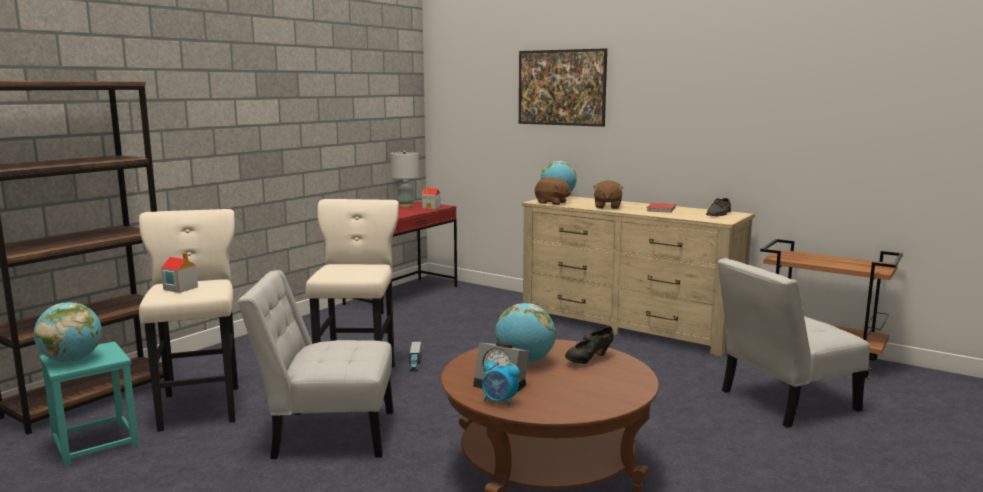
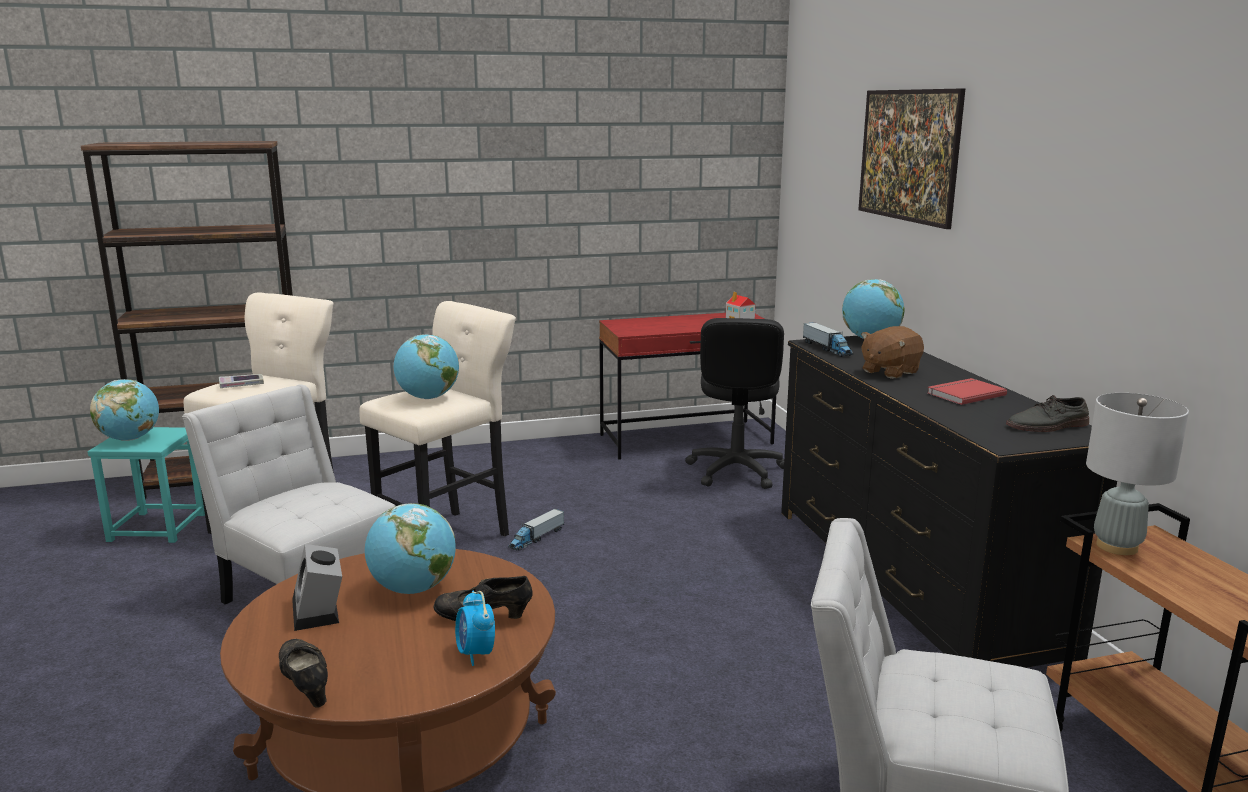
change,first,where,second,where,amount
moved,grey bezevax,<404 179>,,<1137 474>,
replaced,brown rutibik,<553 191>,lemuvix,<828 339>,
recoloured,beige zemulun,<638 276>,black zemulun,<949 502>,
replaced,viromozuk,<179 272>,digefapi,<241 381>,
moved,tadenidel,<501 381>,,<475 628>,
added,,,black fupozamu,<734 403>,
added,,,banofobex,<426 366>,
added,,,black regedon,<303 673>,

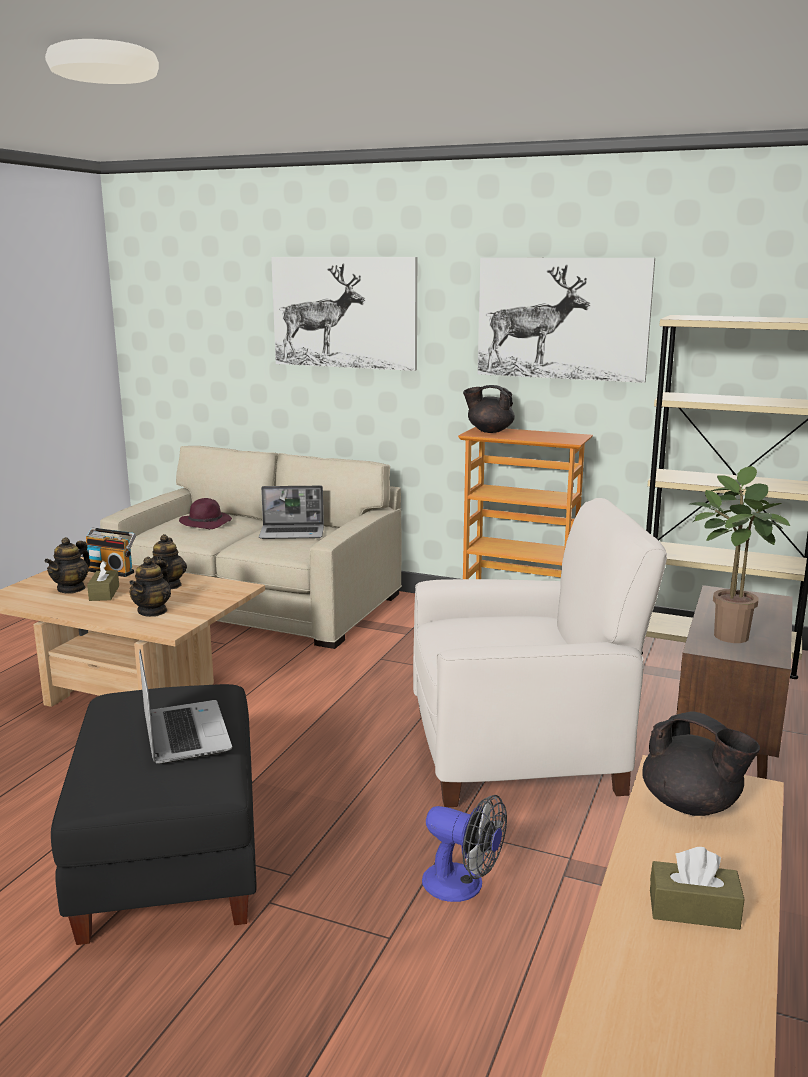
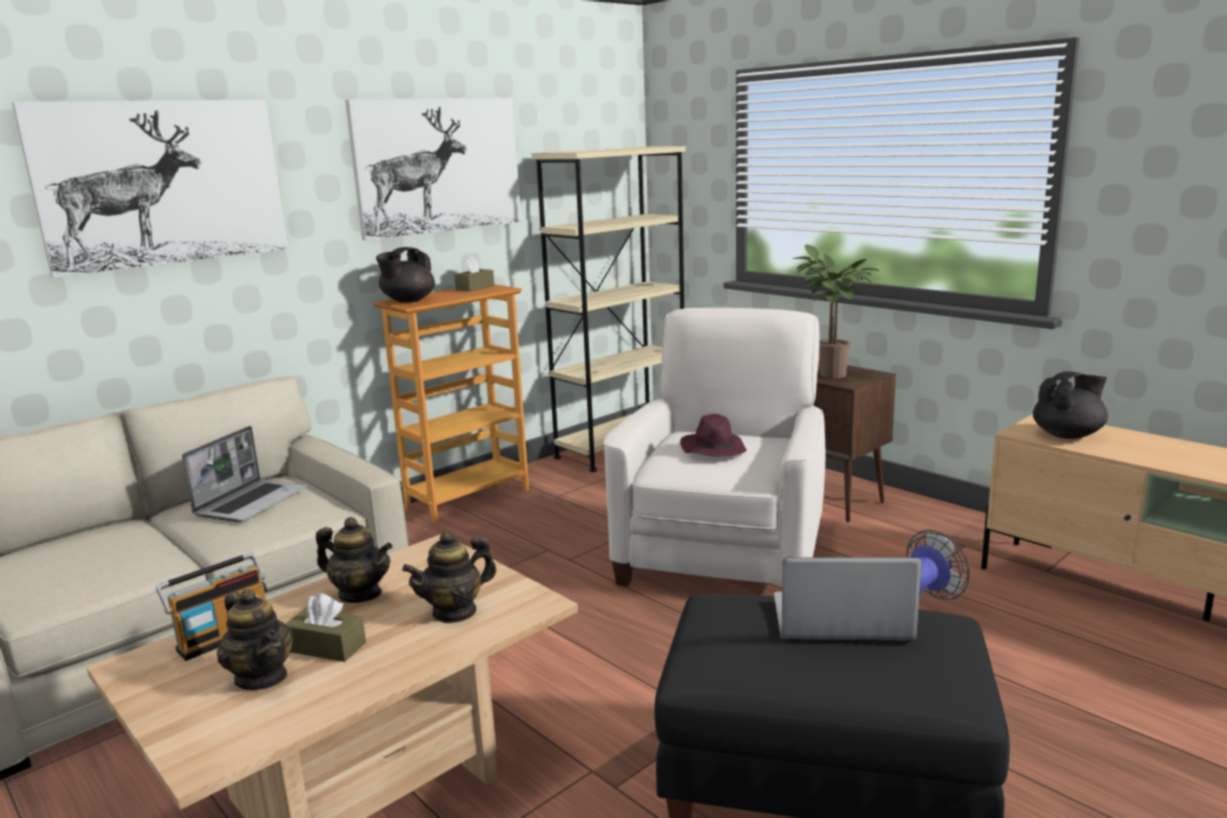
change,first,where,second,where,amount
moved,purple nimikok,<205 513>,,<713 435>,
turned,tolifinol,<150 587>,,<449 577>,105 degrees clockwise
moved,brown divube,<697 888>,,<474 273>,

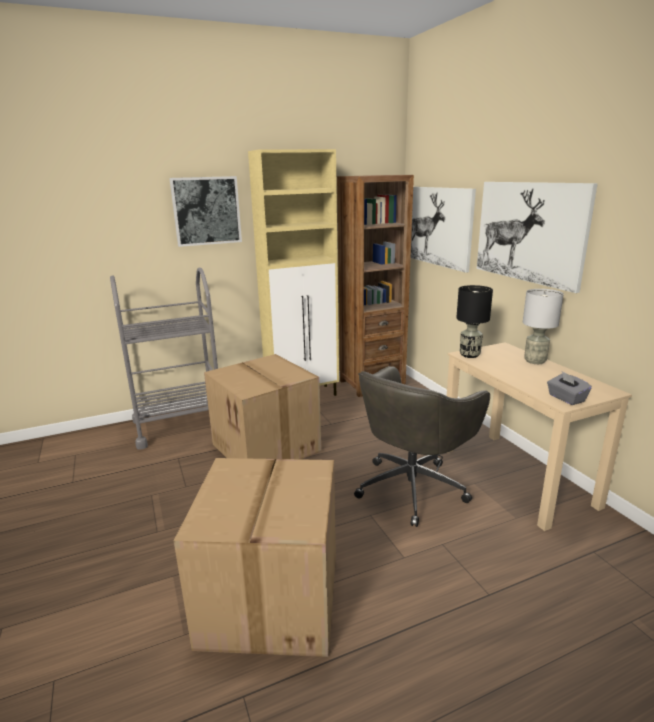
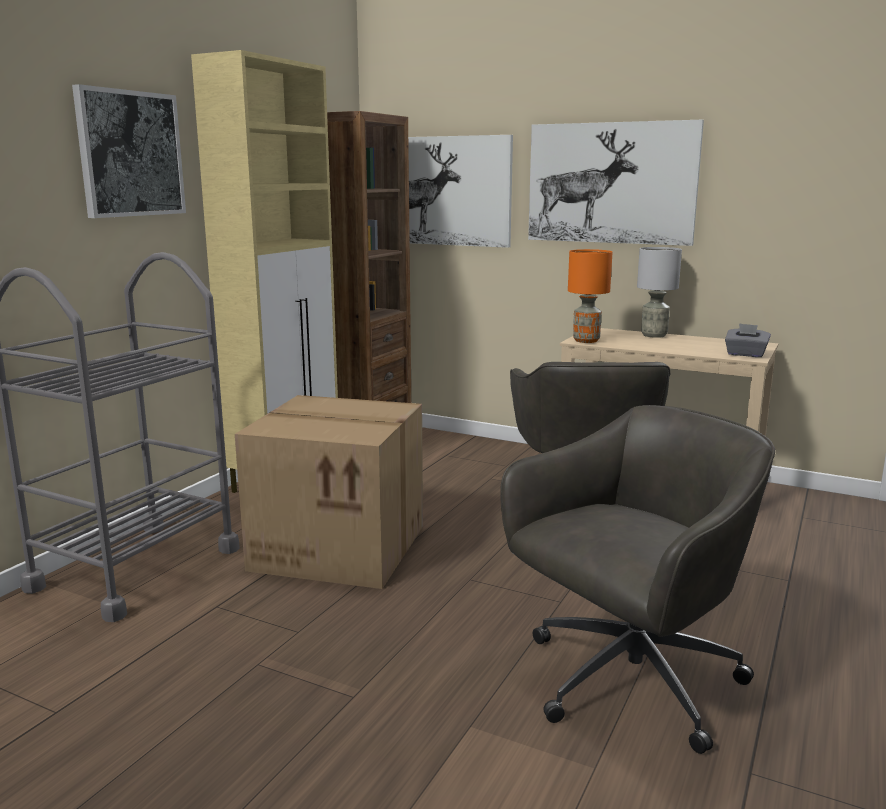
change,first,where,second,where,amount
recoloured,black bezevax,<474 321>,orange bezevax,<590 296>,
replaced,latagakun,<255 557>,grey fupozamu,<637 579>,

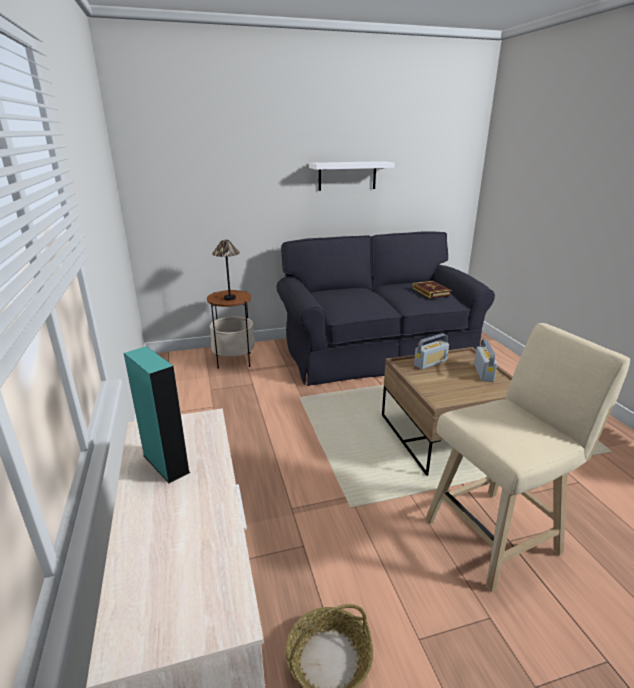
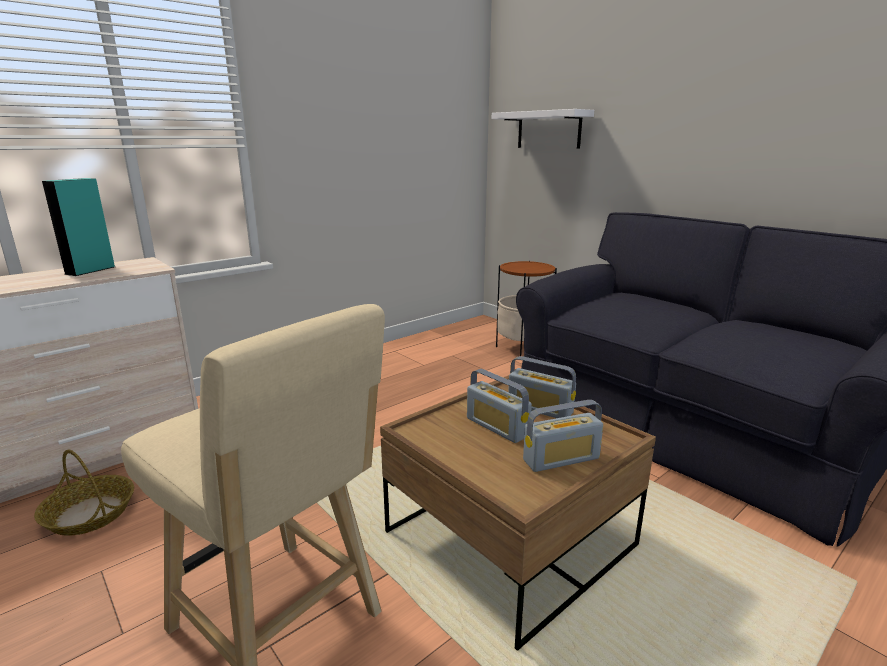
change,first,where,second,where,amount
moved,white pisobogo,<352 176>,,<543 129>,
removed,bezevax,<226 270>,,,
removed,digefapi,<432 290>,,,
added,,,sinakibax,<499 406>,

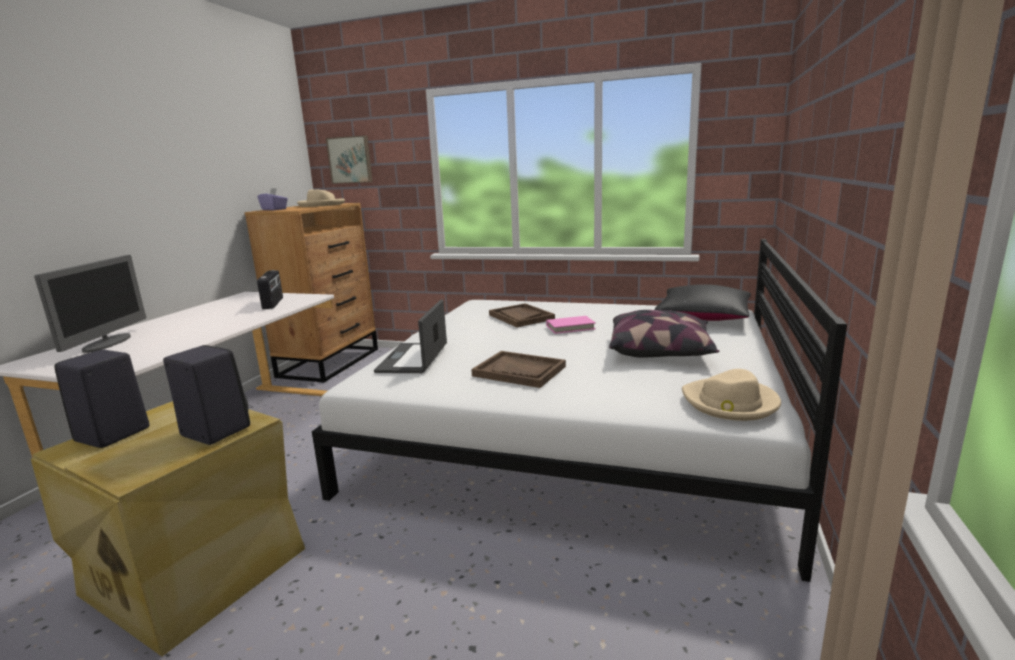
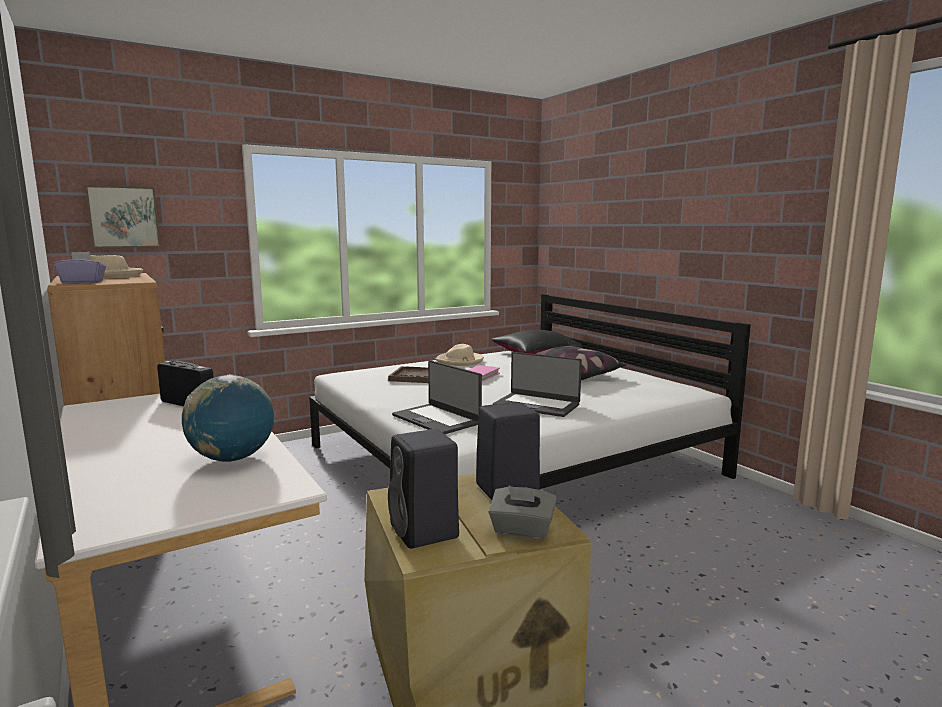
change,first,where,second,where,amount
removed,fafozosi,<90 304>,,,
replaced,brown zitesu,<518 369>,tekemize,<537 384>,
moved,beige nimikok,<731 395>,,<460 355>,
added,,,banofobex,<228 418>,
added,,,grey divube,<522 512>,

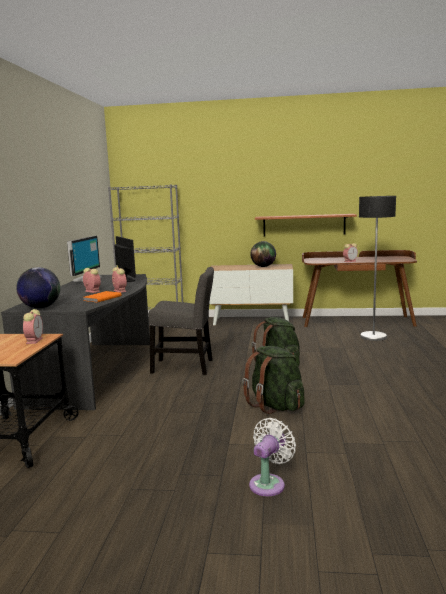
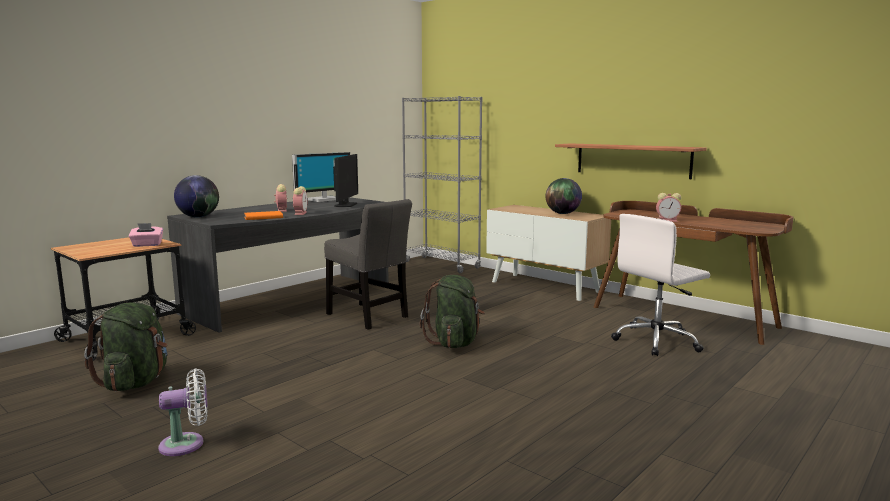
change,first,where,second,where,amount
replaced,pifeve,<377 268>,white fupozamu,<660 285>,
replaced,tadenidel,<33 326>,pink divube,<146 235>,
moved,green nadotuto,<273 380>,,<126 346>,

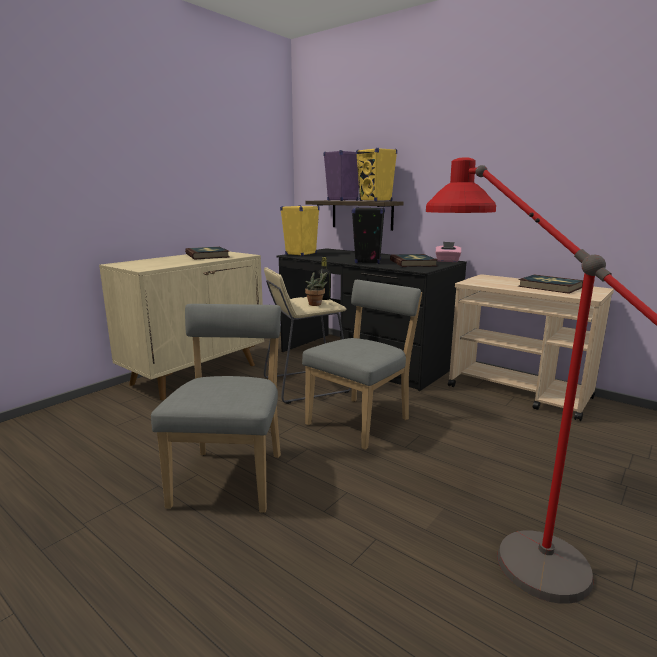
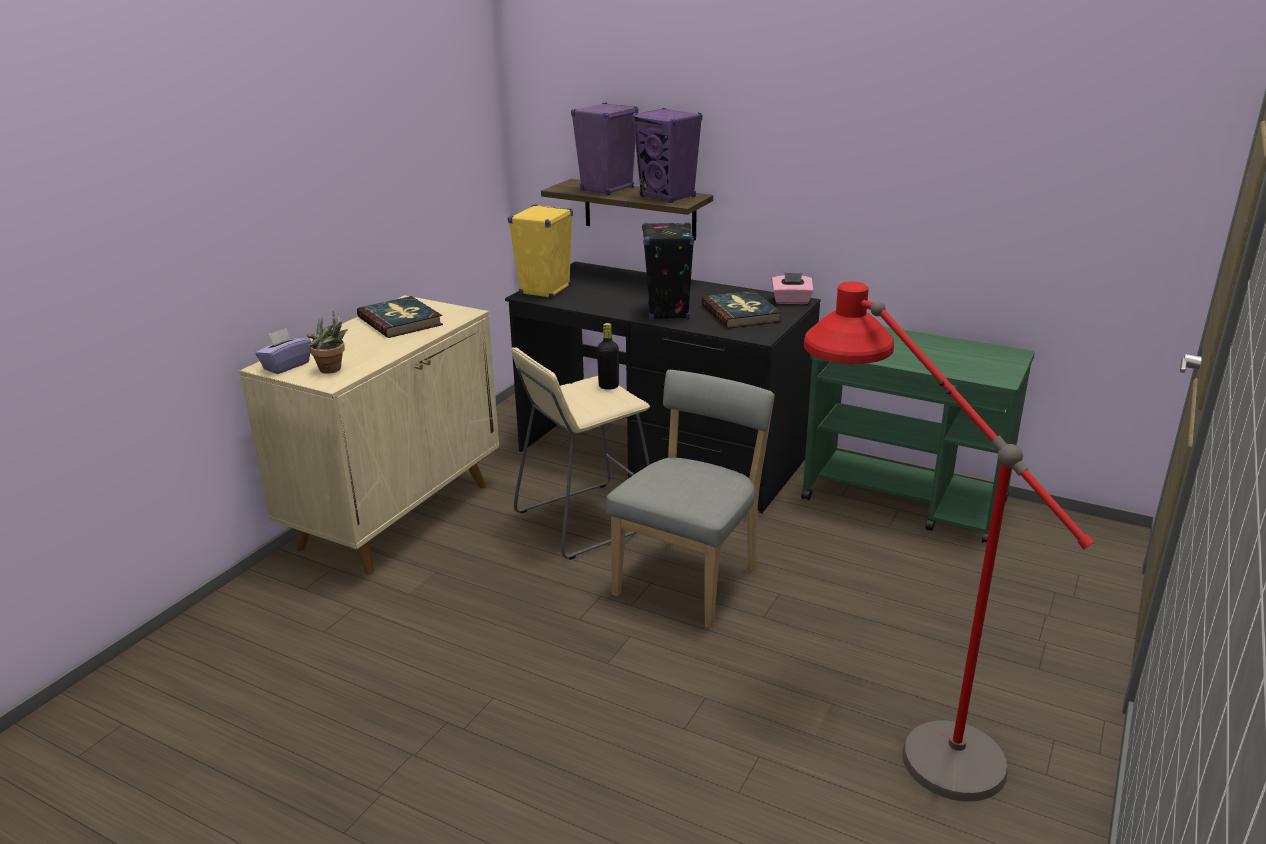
change,first,where,second,where,amount
recoloured,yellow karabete,<376 174>,purple karabete,<667 155>,
moved,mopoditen,<316 287>,,<327 342>,
recoloured,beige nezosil,<531 347>,green nezosil,<918 435>,
removed,digefapi,<550 284>,,,
removed,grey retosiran,<216 408>,,,
added,,,purple divube,<283 351>,

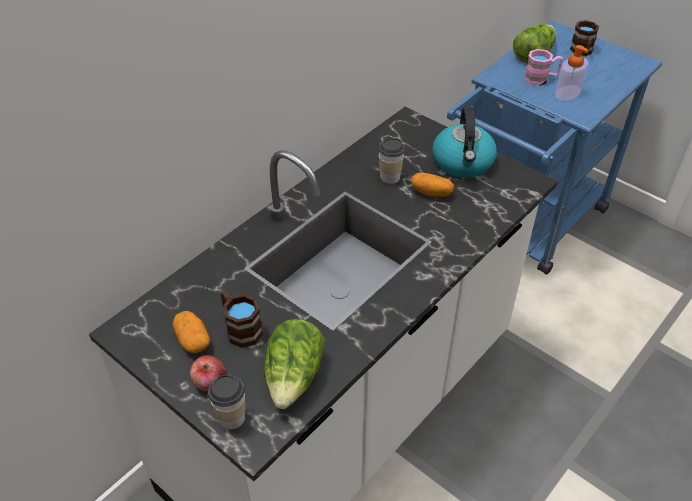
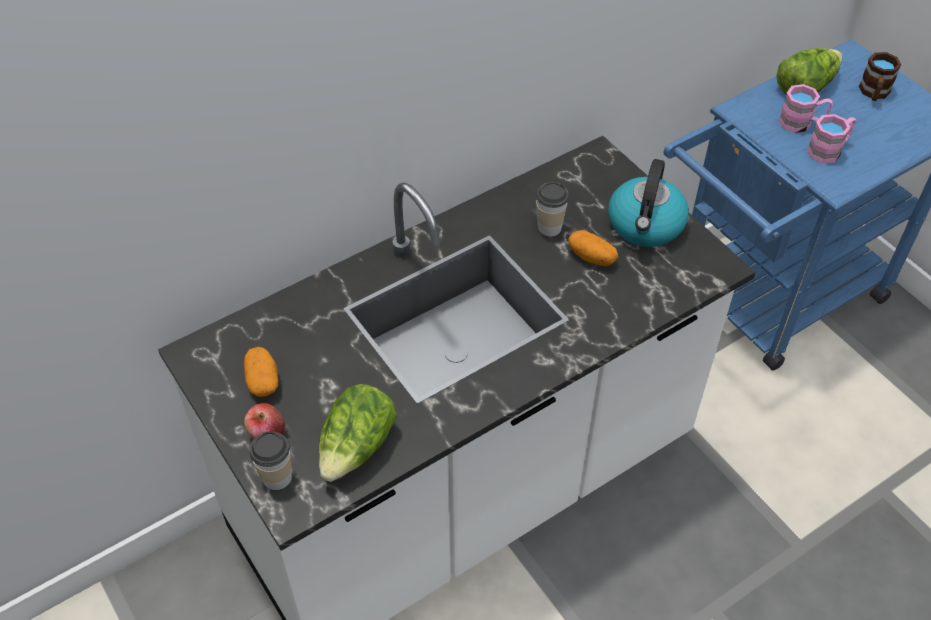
change,first,where,second,where,amount
replaced,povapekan,<571 73>,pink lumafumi,<831 139>,
removed,brown lumafumi,<242 319>,,,

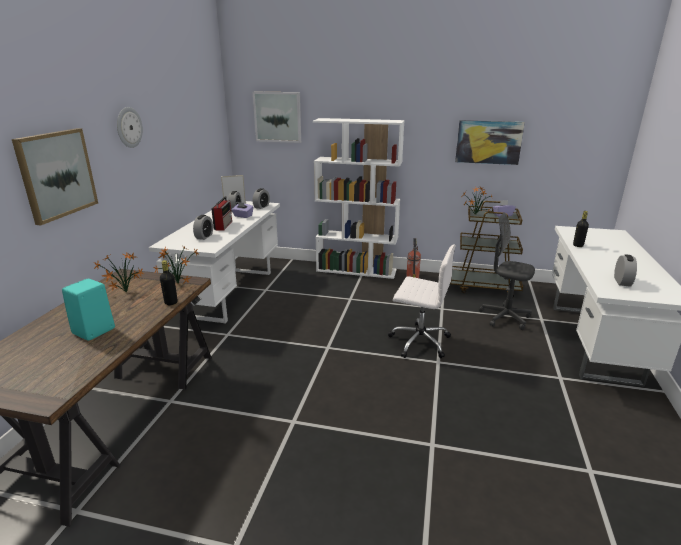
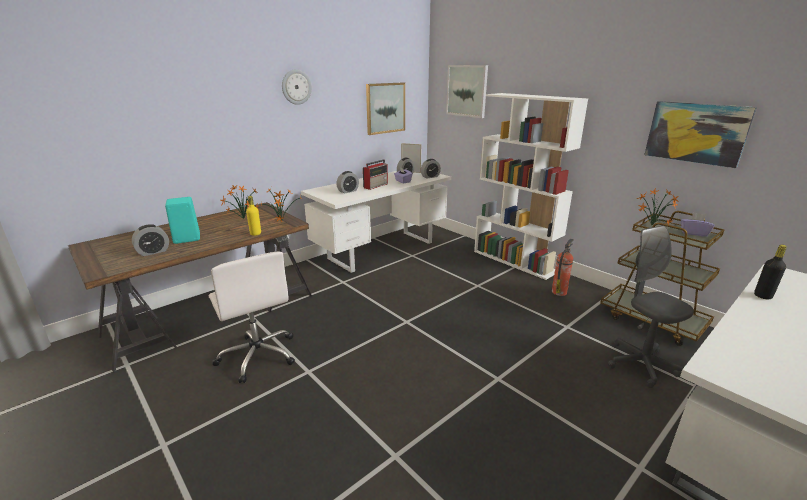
change,first,where,second,where,amount
moved,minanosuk,<55 176>,,<385 109>,
moved,white fupozamu,<422 301>,,<252 317>,
moved,tadenidel,<625 270>,,<150 240>,
recoloured,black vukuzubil,<169 282>,yellow vukuzubil,<253 216>,

